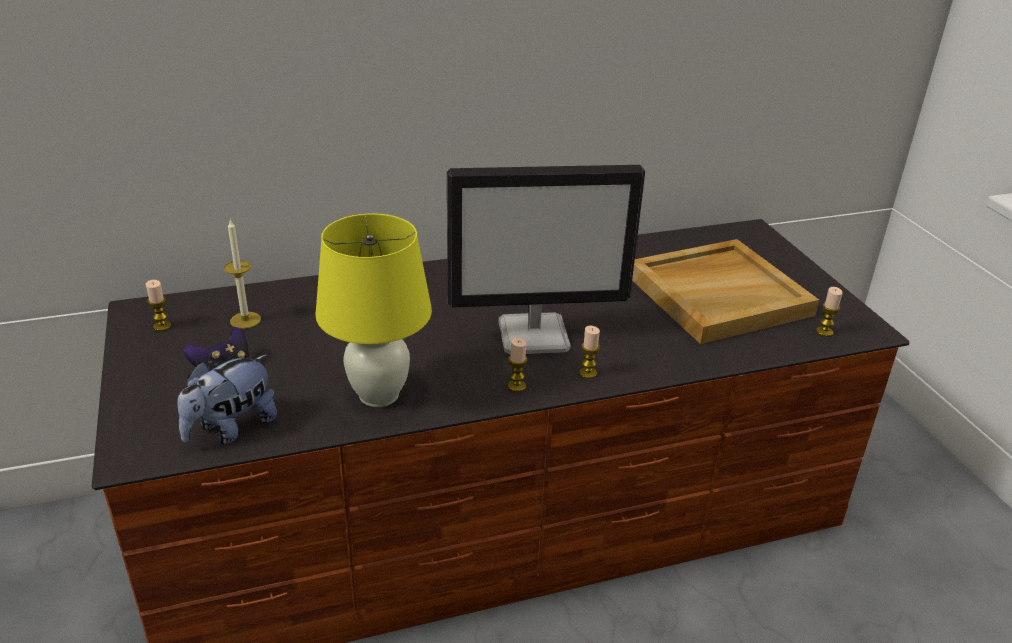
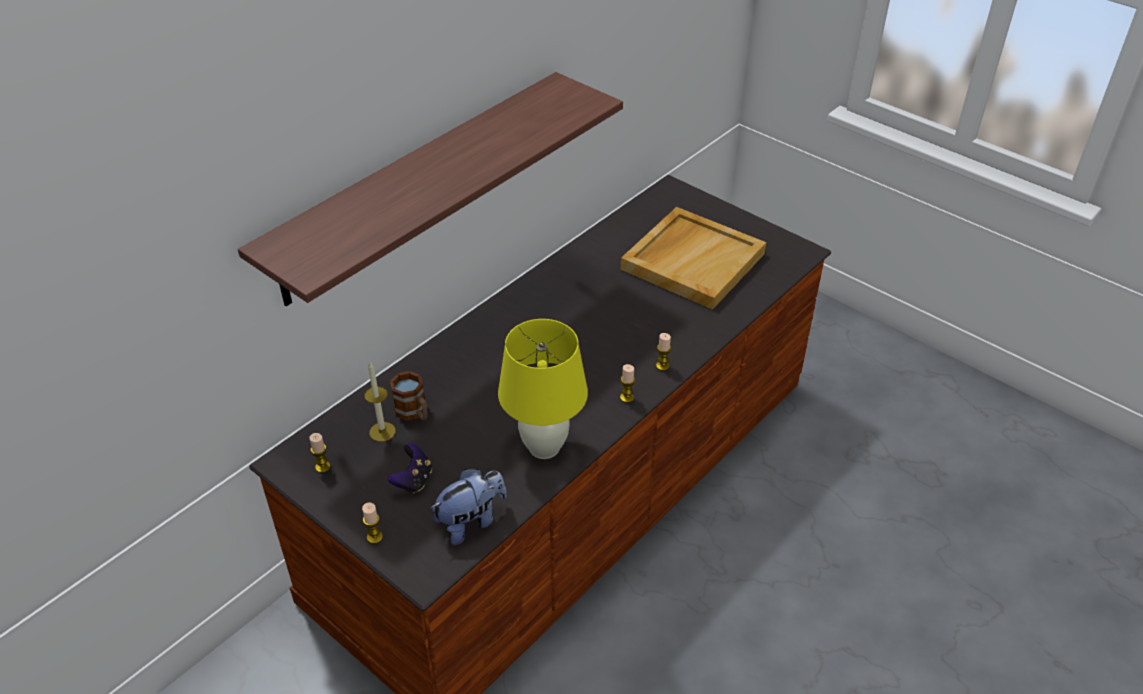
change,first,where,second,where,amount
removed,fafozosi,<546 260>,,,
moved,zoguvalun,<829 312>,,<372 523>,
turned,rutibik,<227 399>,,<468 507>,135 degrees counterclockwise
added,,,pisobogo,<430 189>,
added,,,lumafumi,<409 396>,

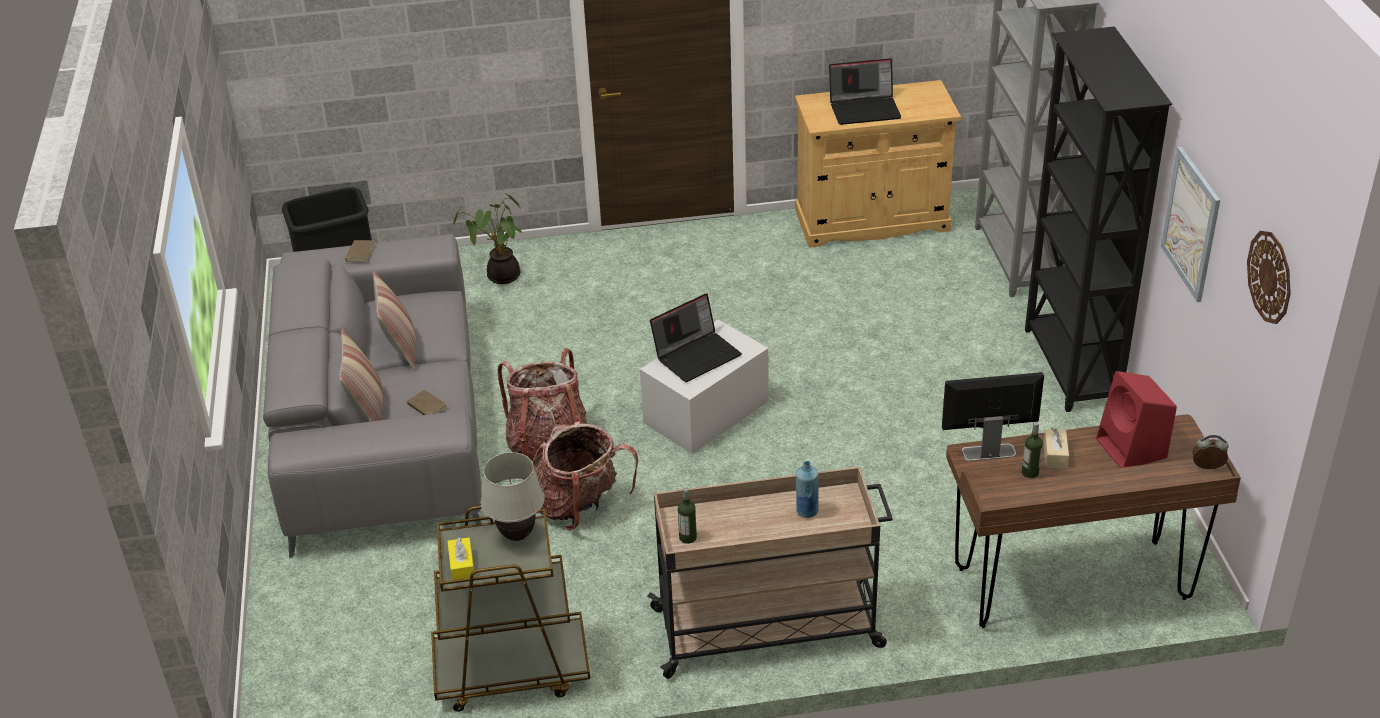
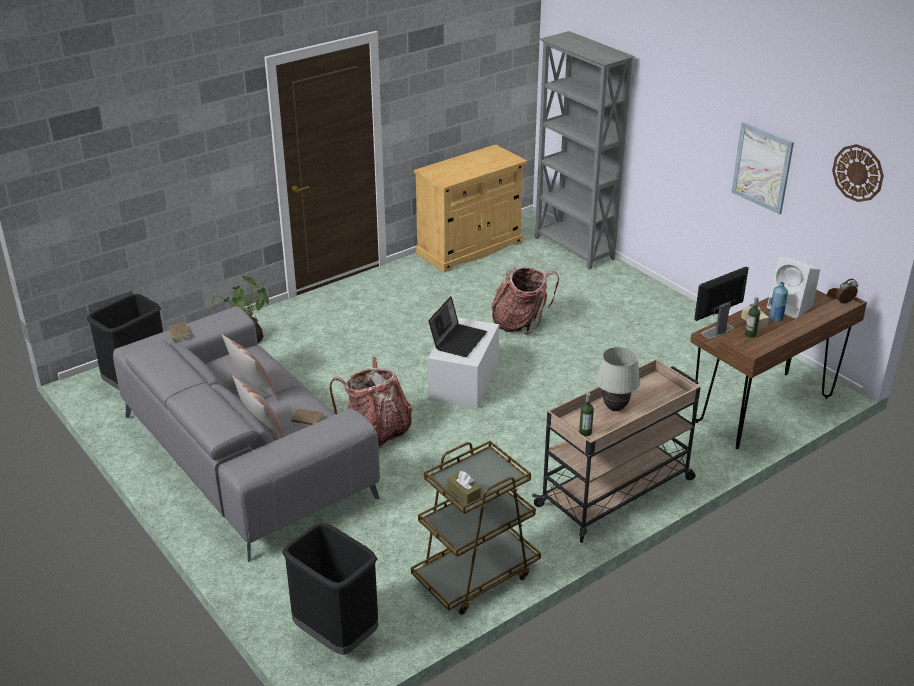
change,first,where,second,where,amount
removed,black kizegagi,<1098 219>,,,
removed,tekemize,<865 91>,,,
recoloured,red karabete,<1136 419>,white karabete,<793 288>,
moved,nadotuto,<585 476>,,<525 301>,
moved,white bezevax,<513 496>,,<618 379>,
moved,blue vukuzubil,<807 489>,,<778 302>,
recoloured,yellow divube,<461 558>,brown divube,<464 488>,
added,,,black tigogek,<330 589>,

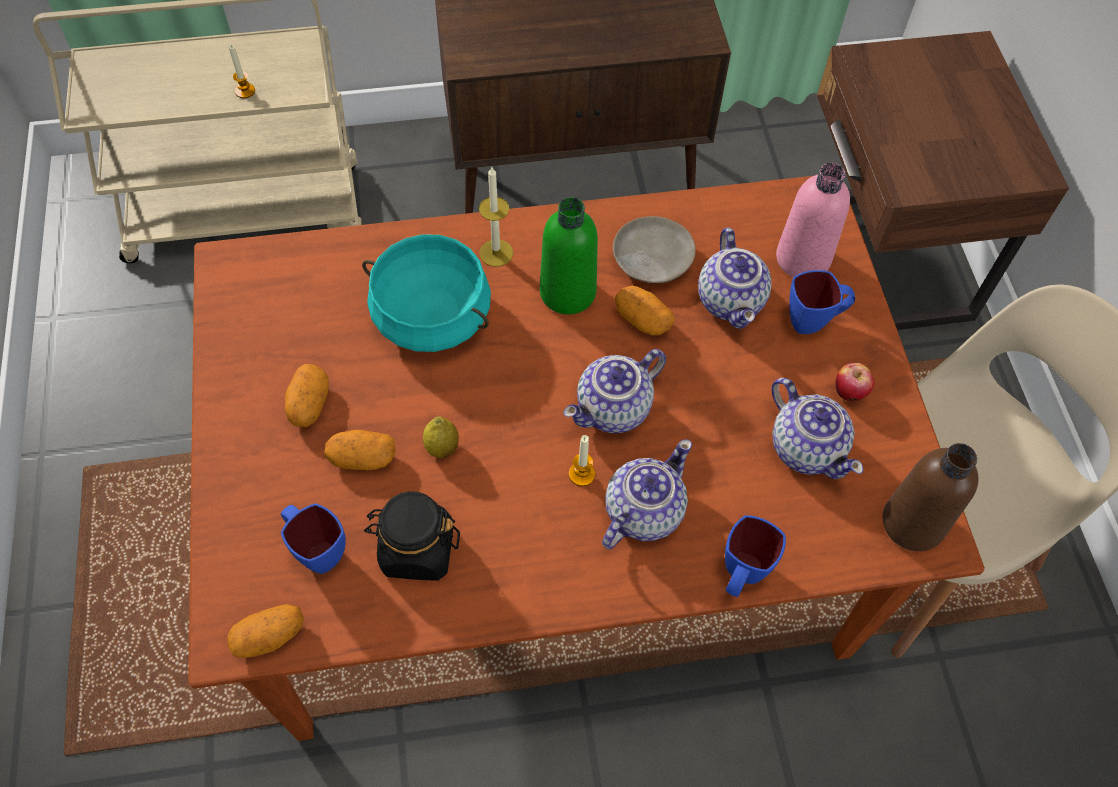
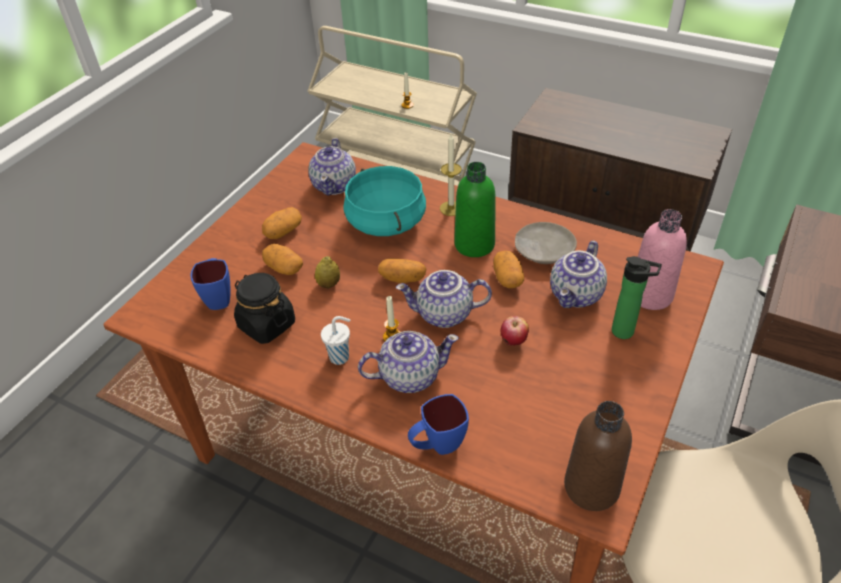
change,first,where,second,where,amount
replaced,blue lumafumi,<822 302>,vukuzubil,<637 297>,
moved,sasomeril,<854 382>,,<515 331>,
moved,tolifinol,<817 428>,,<332 167>,
moved,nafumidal,<265 631>,,<402 271>,
added,,,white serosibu,<335 340>,

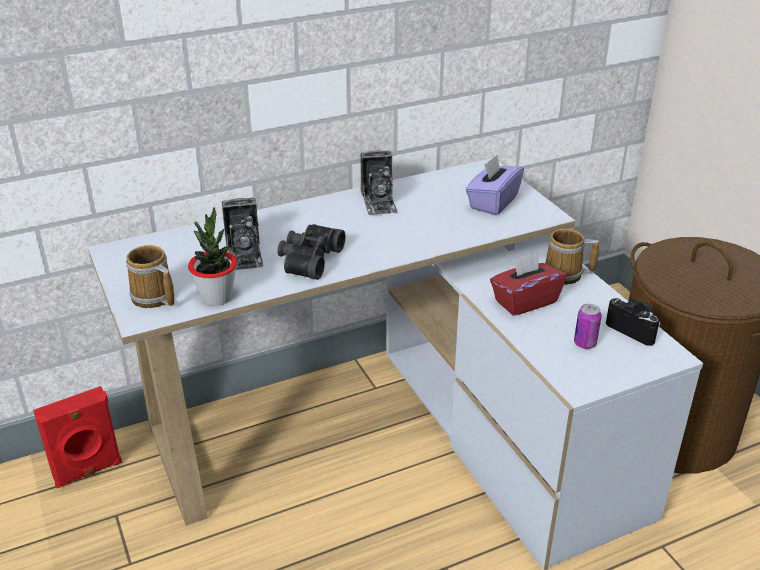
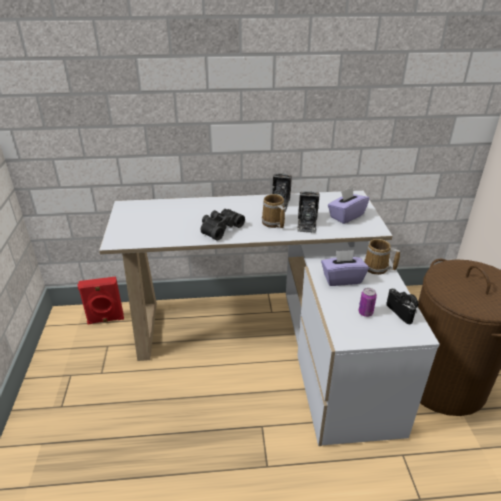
change,first,where,second,where,amount
moved,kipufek,<242 234>,,<308 212>,
removed,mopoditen,<212 256>,,,
moved,lumafumi,<150 276>,,<273 211>,
recoloured,red divube,<528 284>,purple divube,<345 268>,

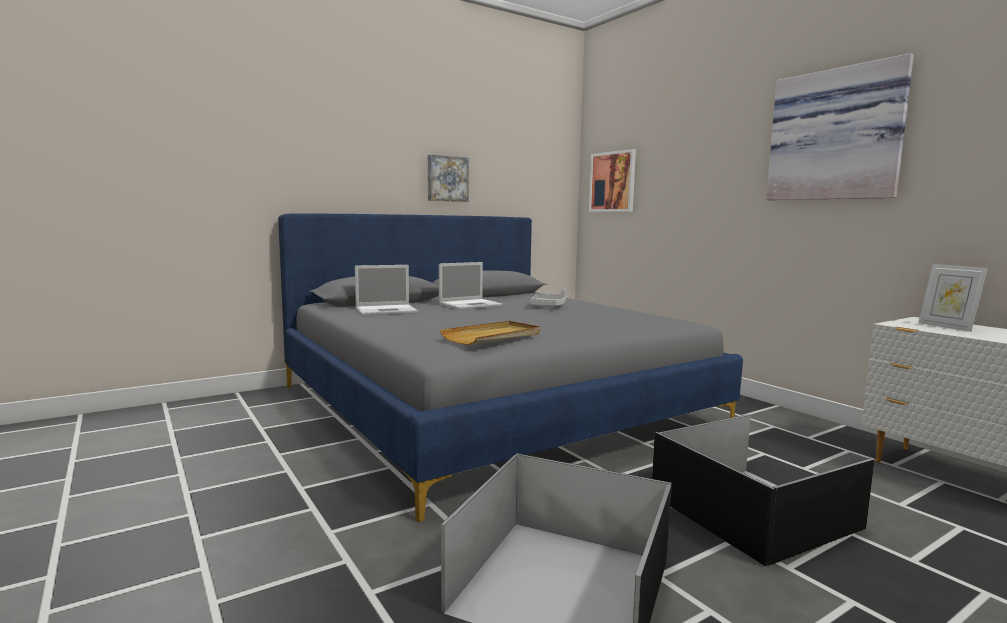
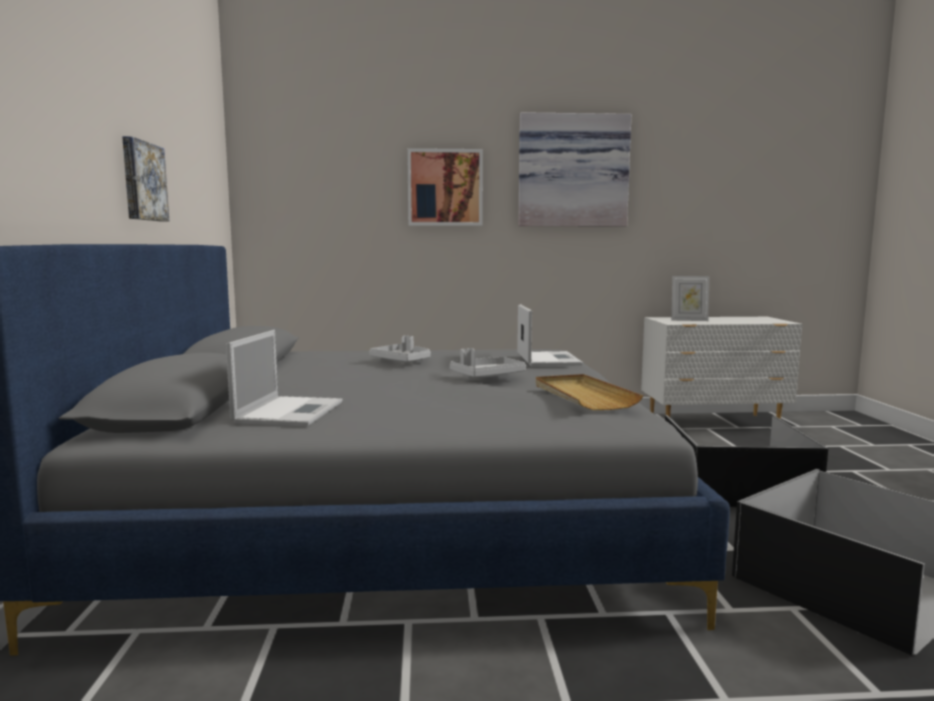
change,first,where,second,where,amount
moved,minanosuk,<612 180>,,<445 187>,
moved,tekemize,<471 286>,,<550 335>,
added,,,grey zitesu,<488 362>,

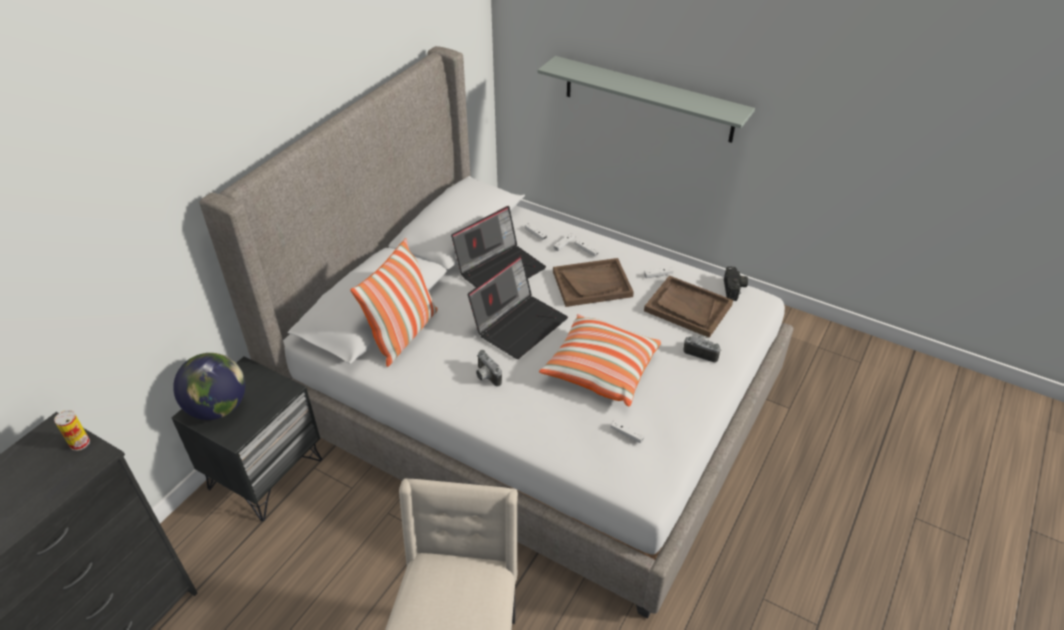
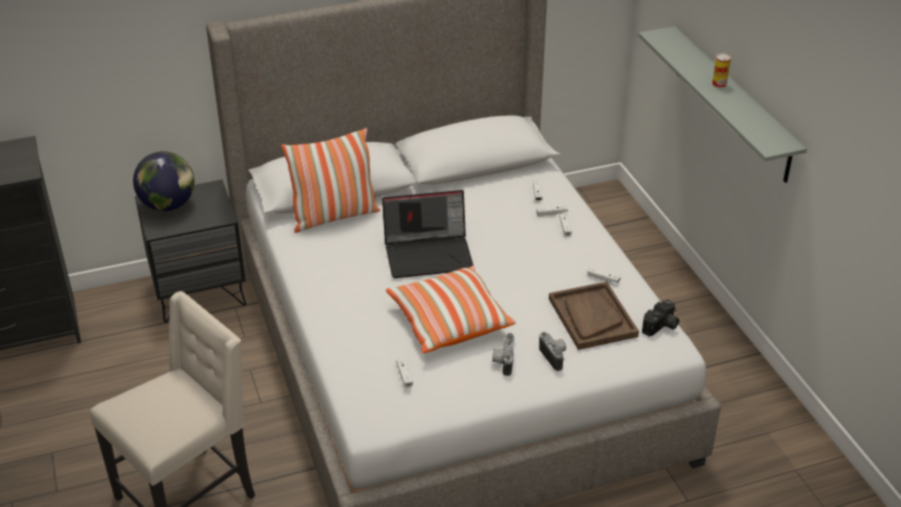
change,first,where,second,where,amount
removed,tekemize,<498 246>,,,
removed,brown zitesu,<593 282>,,,
moved,kipufek,<489 368>,,<503 354>,
moved,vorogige,<72 430>,,<721 70>,

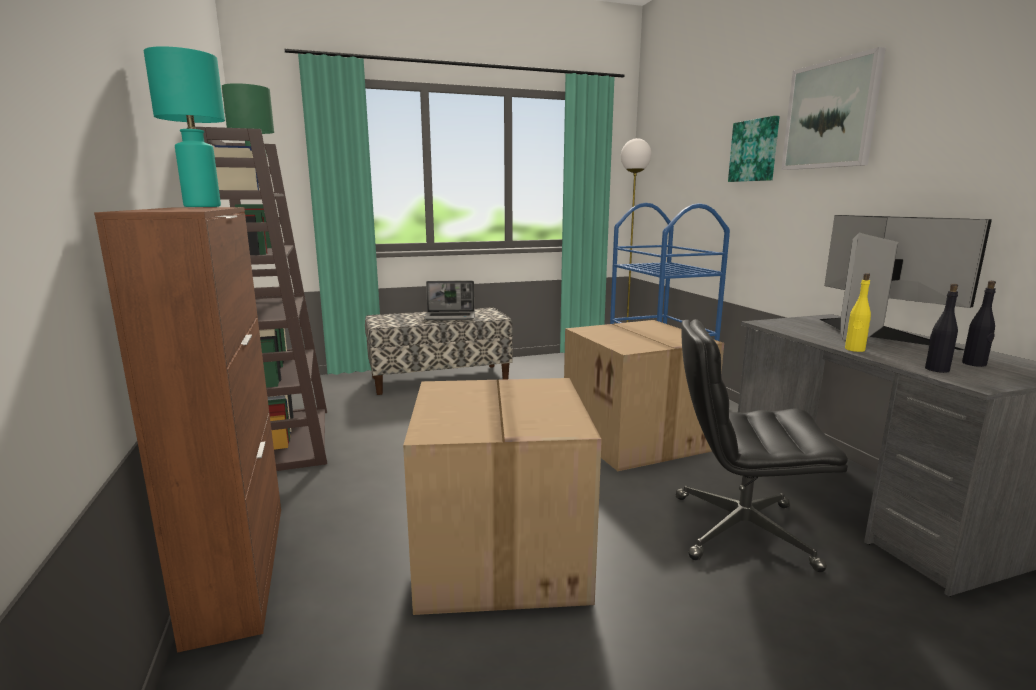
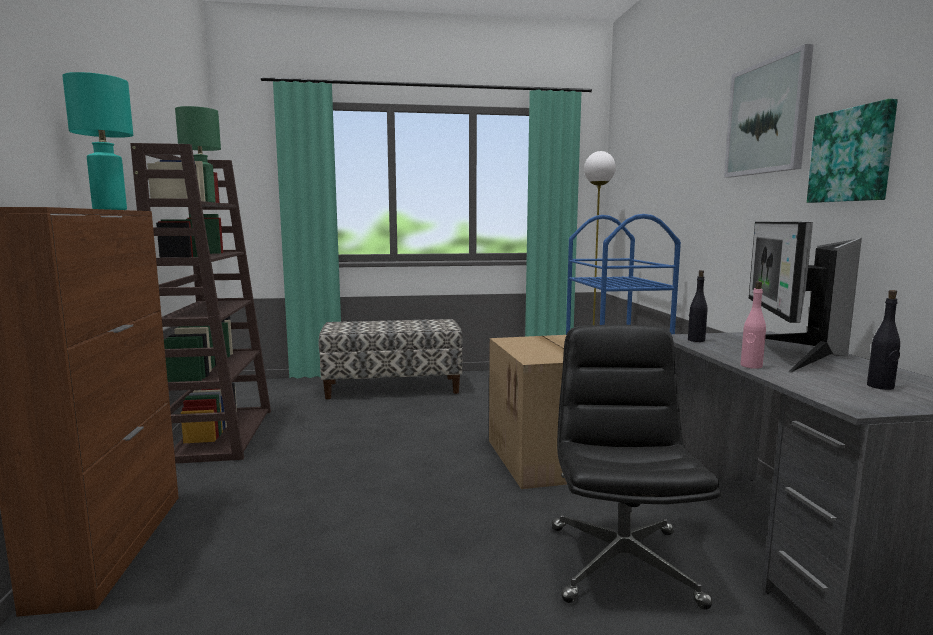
change,first,where,second,where,amount
moved,minanosuk,<754 149>,,<852 151>,
turned,fafozosi,<905 282>,,<805 297>,150 degrees counterclockwise
recoloured,yellow vukuzubil,<858 312>,pink vukuzubil,<753 325>,
removed,tekemize,<449 300>,,,
moved,black vukuzubil,<941 328>,,<698 306>,
turned,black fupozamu,<762 445>,,<636 467>,75 degrees clockwise
removed,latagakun,<502 496>,,,

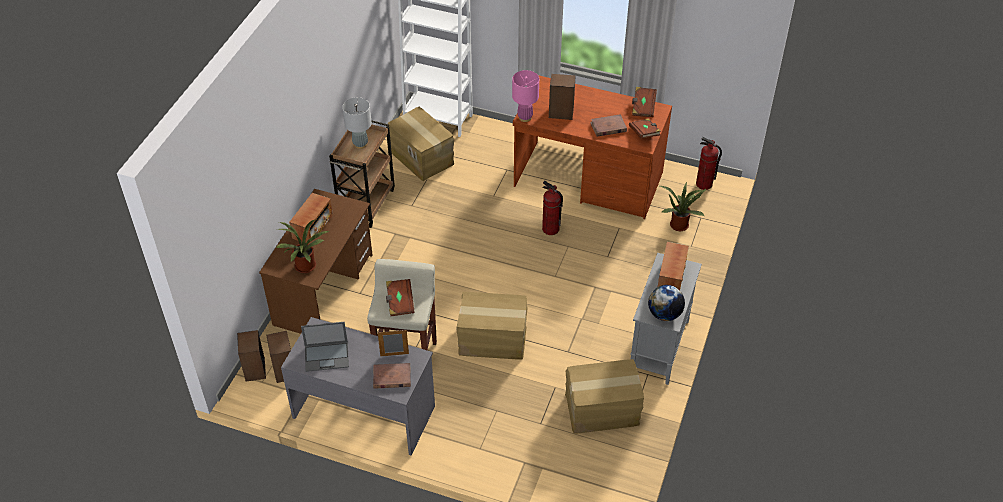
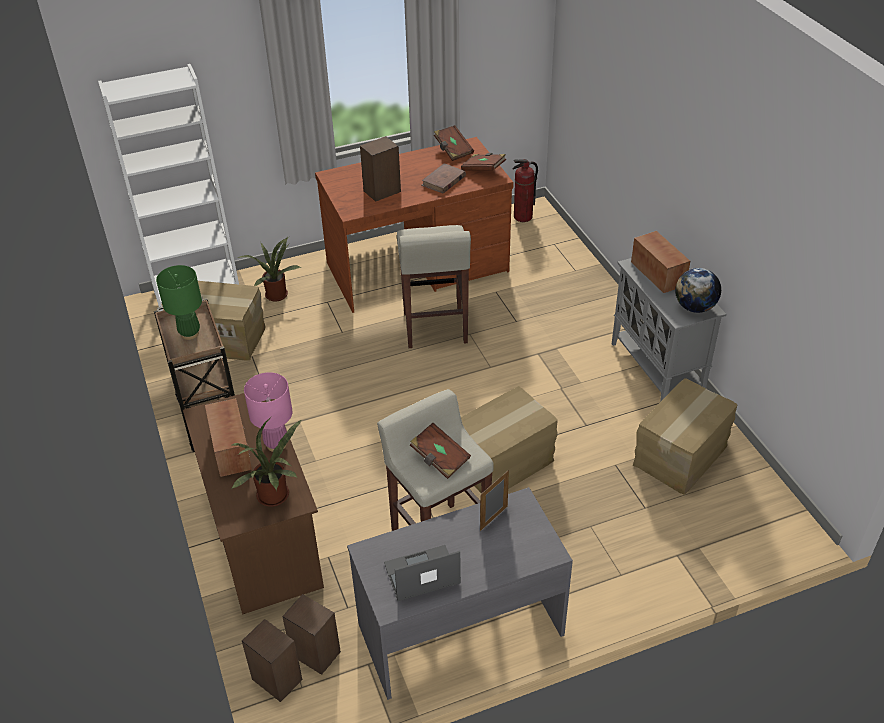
change,first,where,second,where,amount
moved,pink bezevax,<525 96>,,<268 412>,
recoloured,grey bezevax,<357 123>,green bezevax,<179 302>,
replaced,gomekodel,<552 208>,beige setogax,<434 286>,
moved,mopoditen,<683 206>,,<269 269>,
turned,tekemize,<325 347>,,<422 573>,150 degrees counterclockwise
removed,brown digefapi,<392 376>,,,

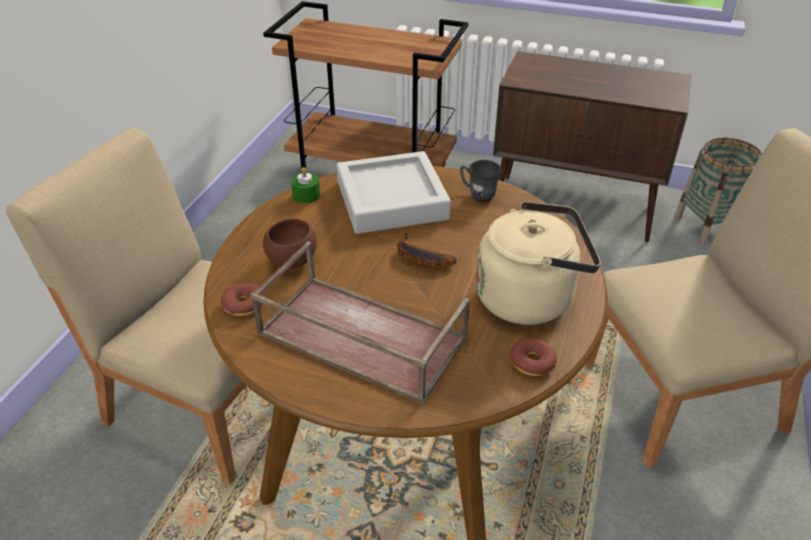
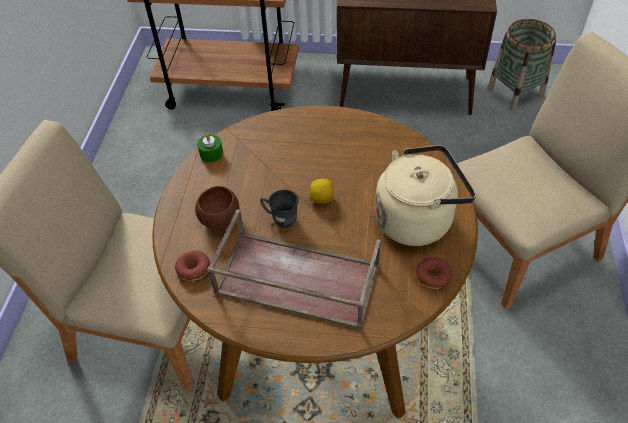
change,first,where,second,where,amount
removed,grey zitesu,<393 192>,,,
moved,grey lumafumi,<480 181>,,<279 209>,
replaced,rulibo,<427 251>,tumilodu,<321 191>,

